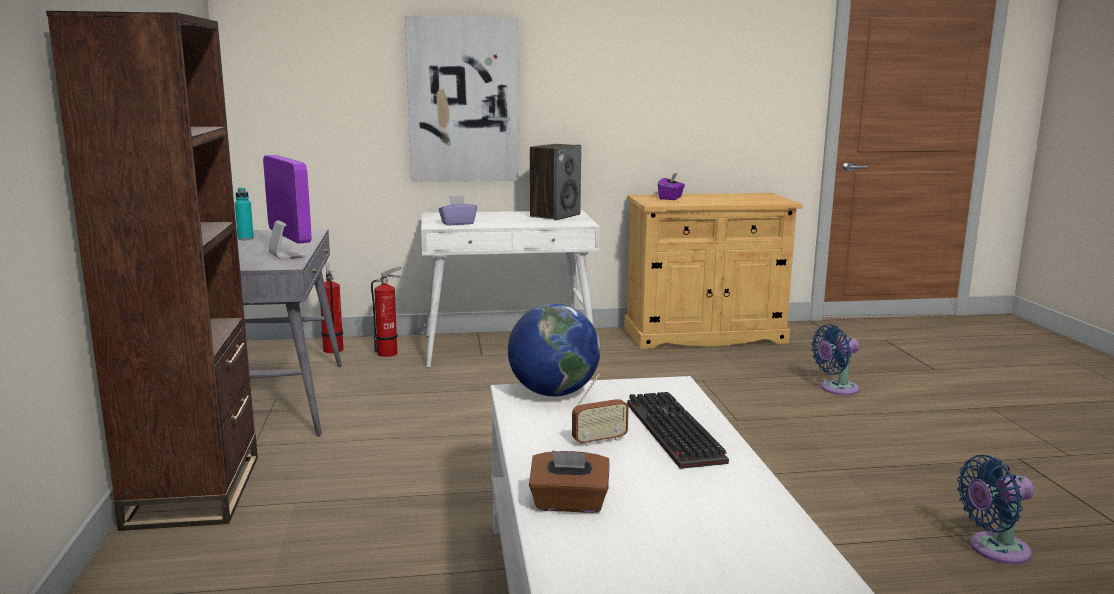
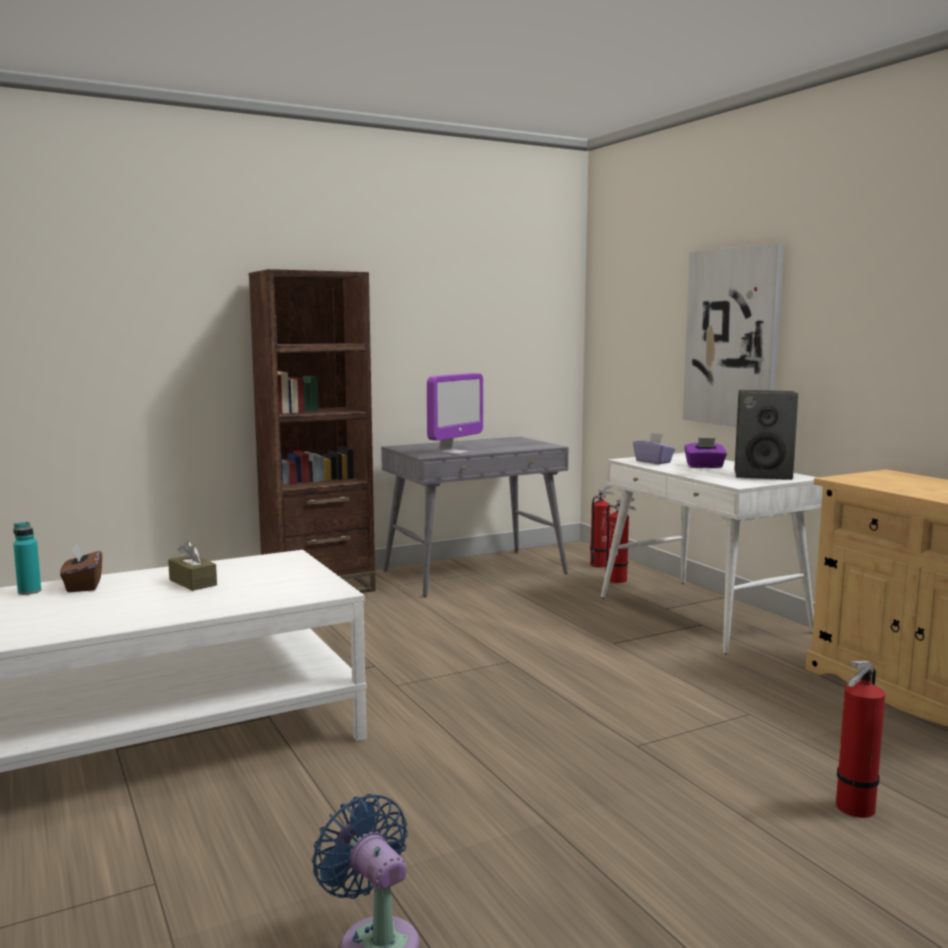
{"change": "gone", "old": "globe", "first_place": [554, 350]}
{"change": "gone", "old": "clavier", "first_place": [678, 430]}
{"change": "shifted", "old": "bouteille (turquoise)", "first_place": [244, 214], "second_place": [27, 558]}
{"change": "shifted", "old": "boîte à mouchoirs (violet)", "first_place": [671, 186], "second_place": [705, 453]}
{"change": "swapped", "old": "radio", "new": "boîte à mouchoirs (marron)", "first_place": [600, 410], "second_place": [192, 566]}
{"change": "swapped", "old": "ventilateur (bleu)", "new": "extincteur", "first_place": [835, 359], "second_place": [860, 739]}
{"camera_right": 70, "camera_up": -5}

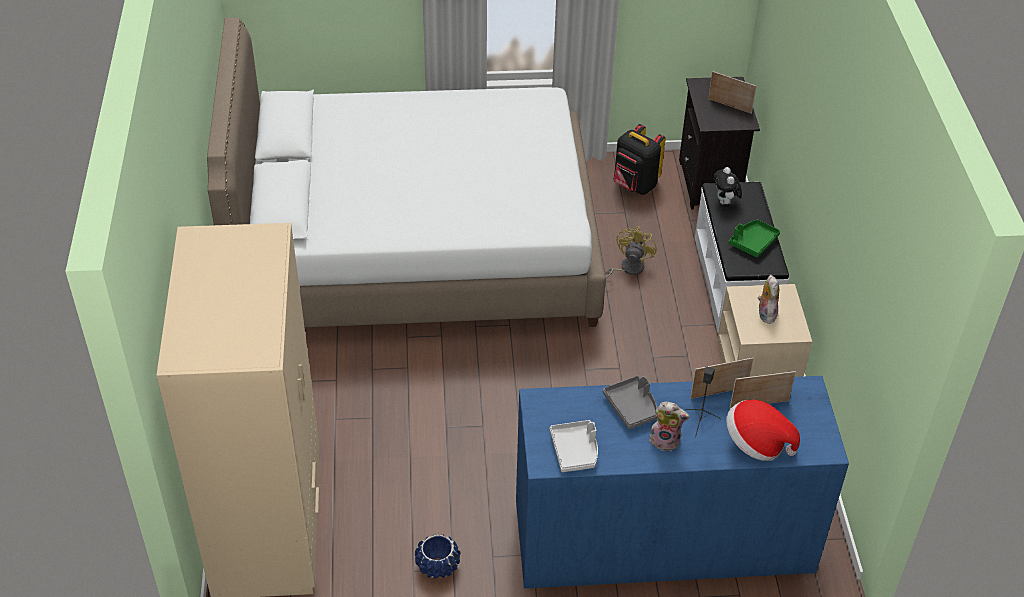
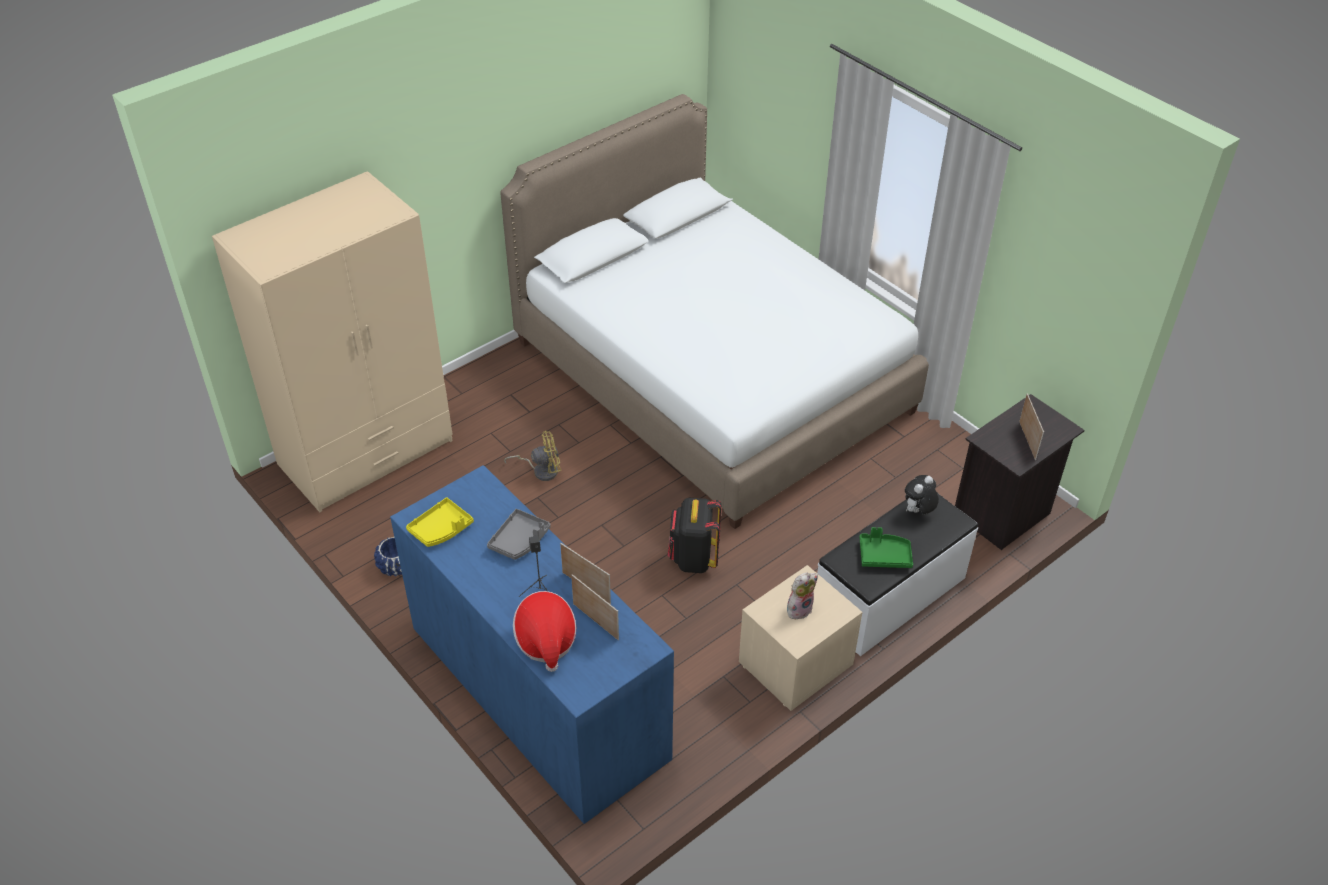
{"change": "gone", "old": "peluche", "first_place": [668, 426]}
{"change": "shifted", "old": "ventilateur (jaune)", "first_place": [631, 253], "second_place": [532, 456]}
{"change": "shifted", "old": "sac à dos (noir)", "first_place": [639, 159], "second_place": [694, 535]}
{"change": "repainted", "old": "plateau (gris)", "new": "plateau (jaune)", "first_place": [574, 446], "second_place": [440, 522]}
{"camera_right": 55, "camera_up": 0}

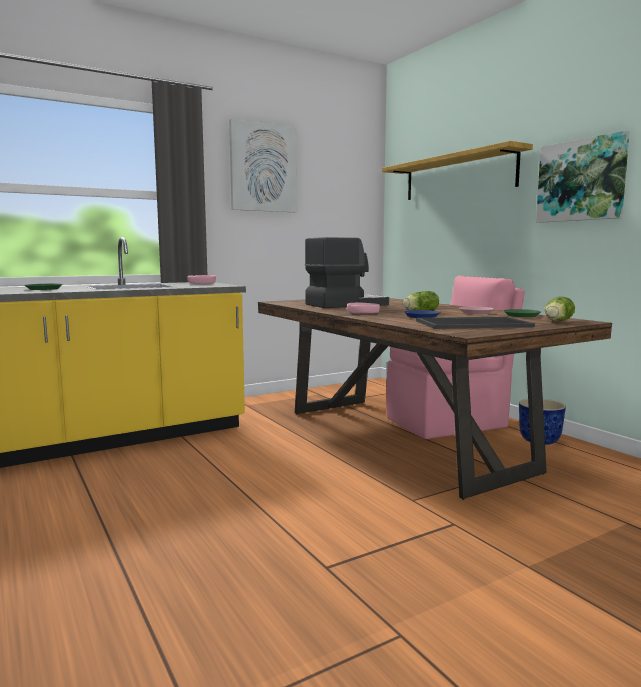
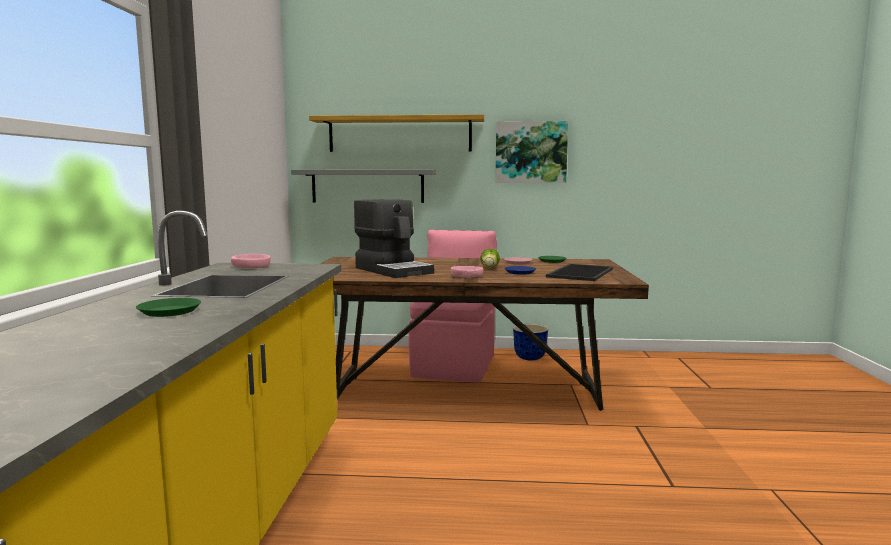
{"change": "gone", "old": "tableau", "first_place": [263, 165]}
{"change": "gone", "old": "laitue", "first_place": [560, 309]}
{"change": "new", "new": "étagère (gris)", "second_place": [363, 186]}
{"change": "rotated", "old": "machine à café", "first_place": [347, 272], "second_place": [394, 238], "degrees": 135}
{"camera_right": -55, "camera_up": 0}

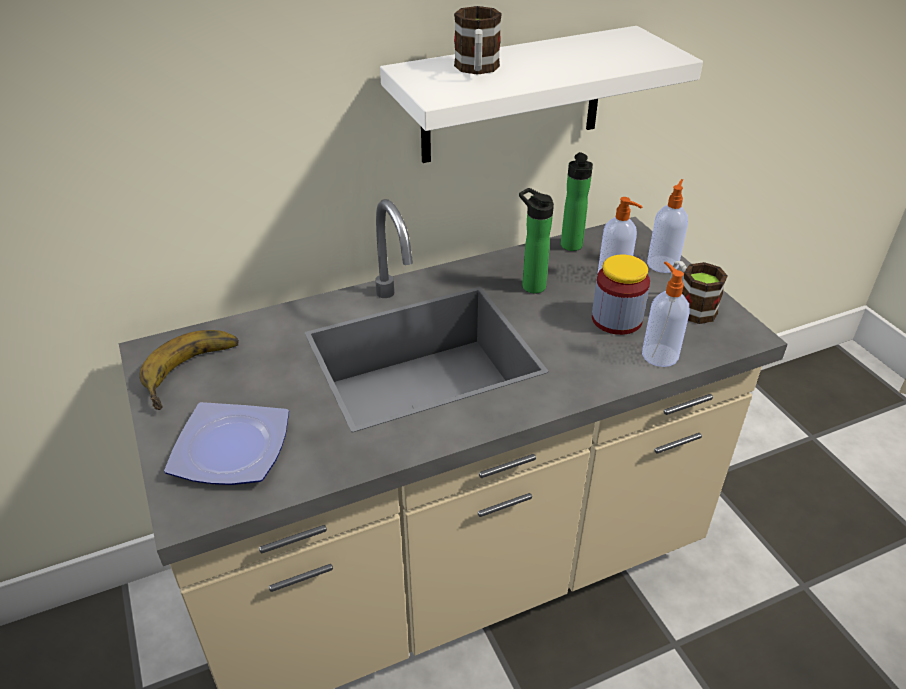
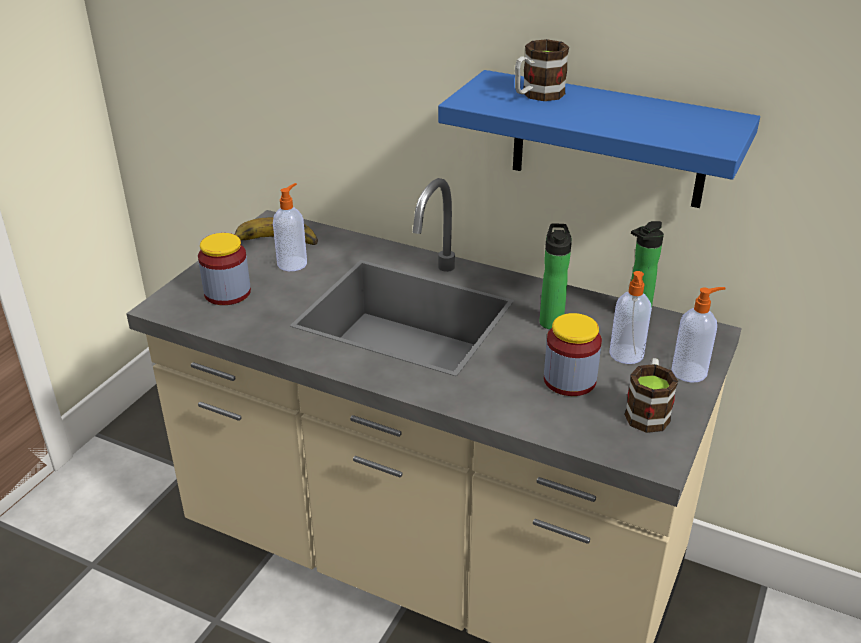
{"change": "shifted", "old": "distributeur de savon", "first_place": [665, 314], "second_place": [290, 227]}
{"change": "swapped", "old": "assiette", "new": "bocal", "first_place": [226, 443], "second_place": [224, 269]}
{"change": "repainted", "old": "étagère (blanc)", "new": "étagère (bleu)", "first_place": [541, 94], "second_place": [599, 139]}
{"camera_right": 50, "camera_up": -5}

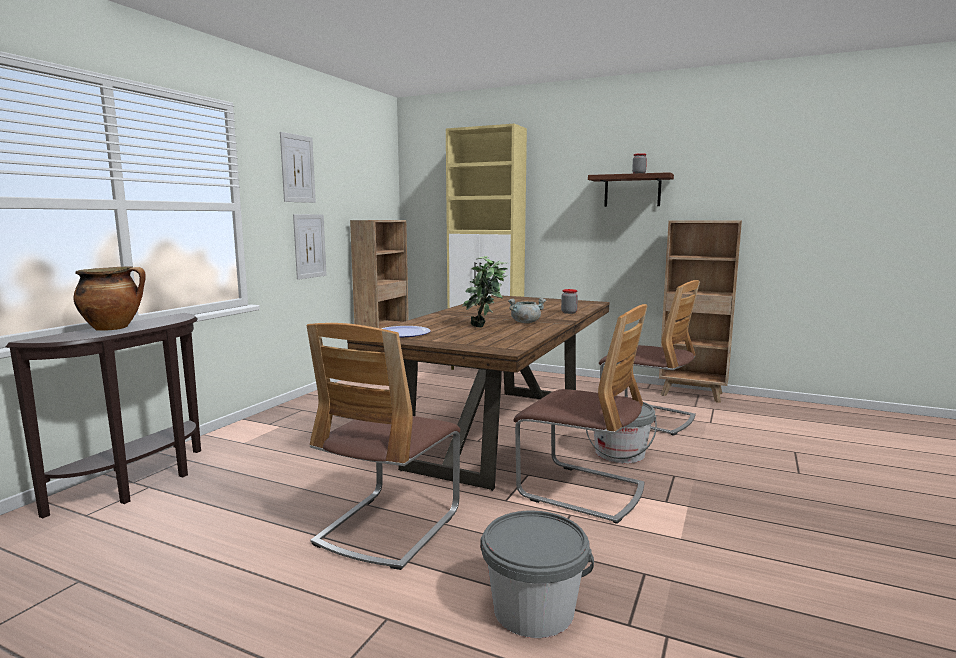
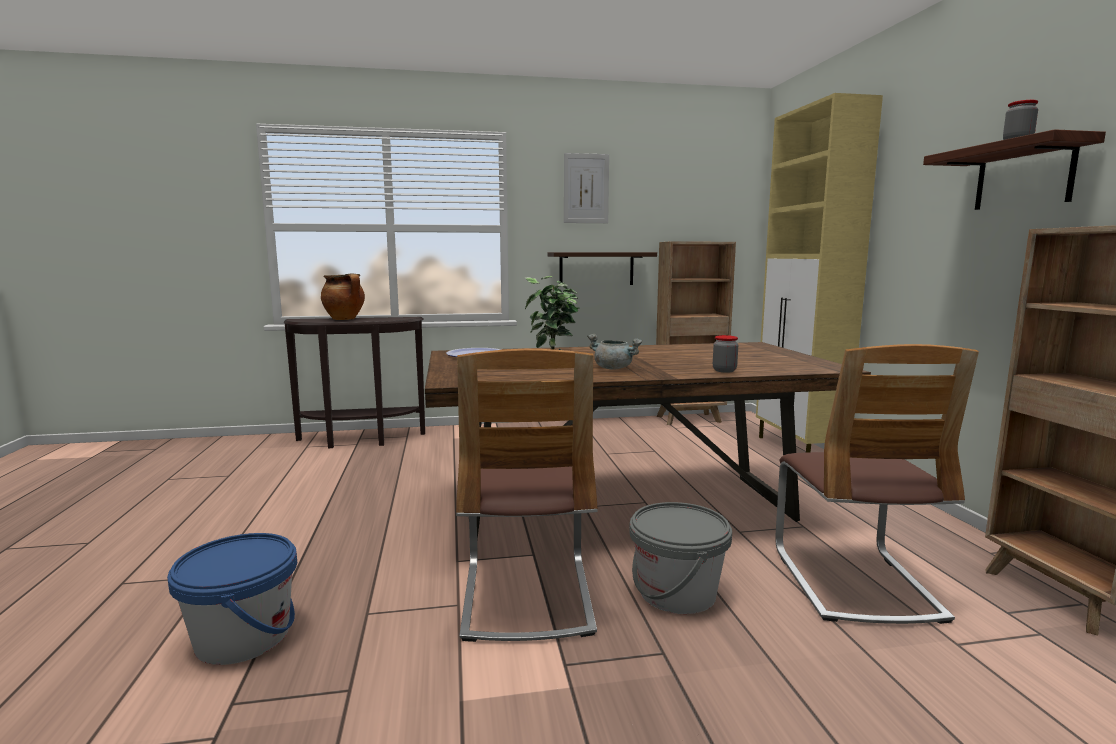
{"change": "gone", "old": "chaise", "first_place": [384, 446]}
{"change": "swapped", "old": "tableau", "new": "étagère", "first_place": [310, 247], "second_place": [602, 268]}
{"change": "repainted", "old": "seau (gris)", "new": "seau (bleu)", "first_place": [537, 574], "second_place": [232, 599]}
{"camera_right": 55, "camera_up": 0}

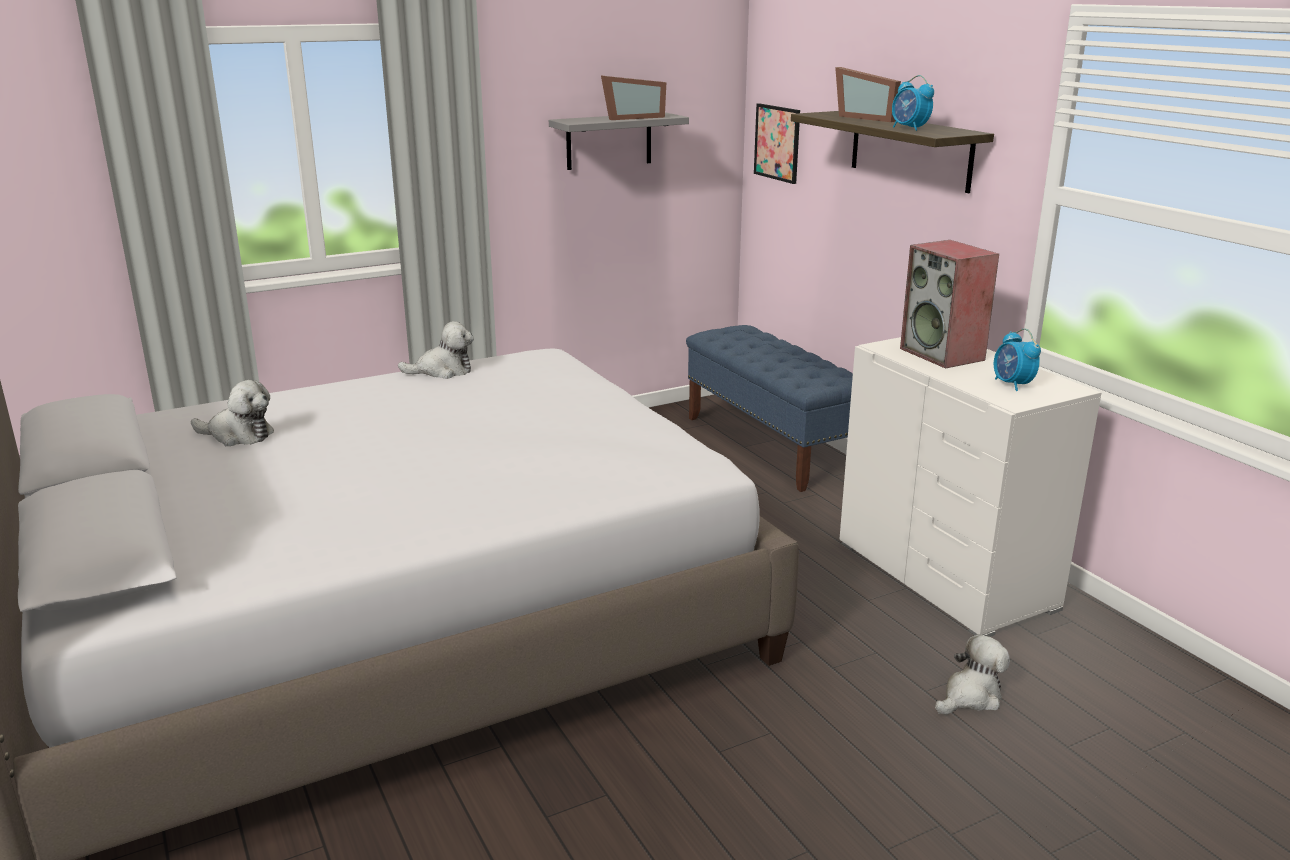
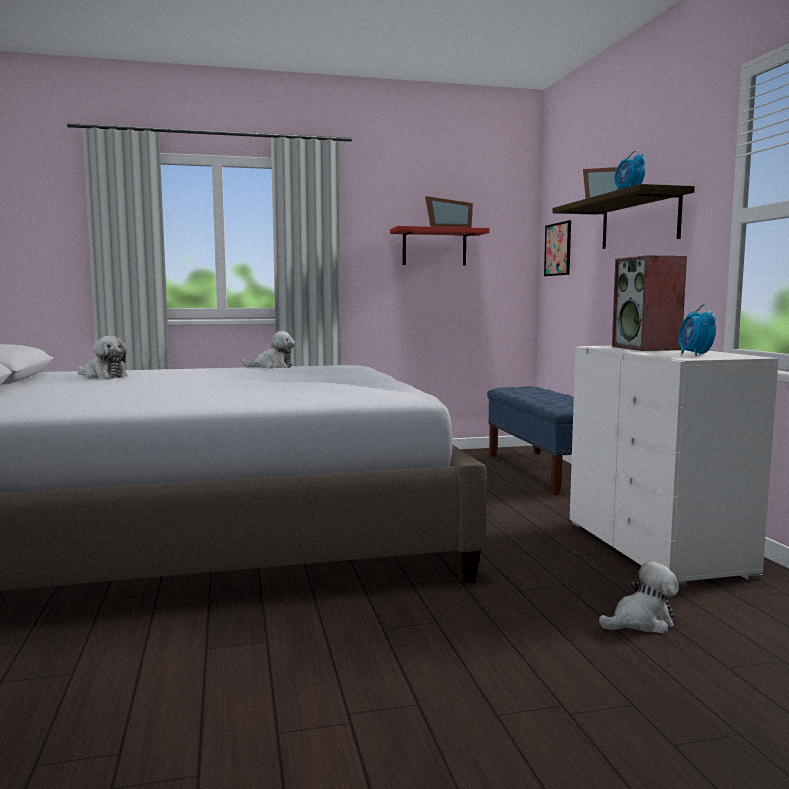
{"change": "repainted", "old": "étagère (gris)", "new": "étagère (rouge)", "first_place": [619, 141], "second_place": [440, 246]}
{"camera_right": 15, "camera_up": -15}

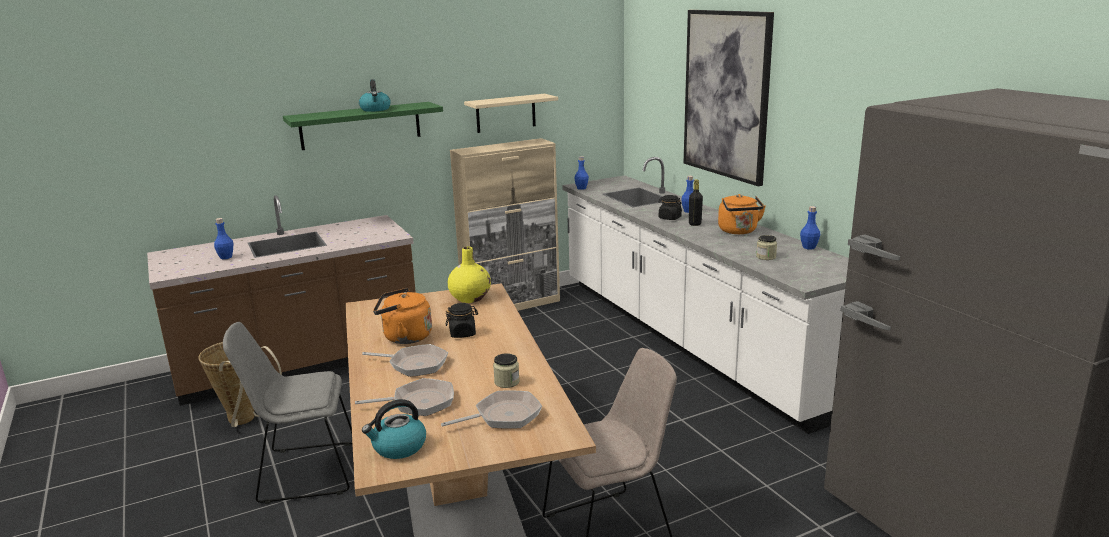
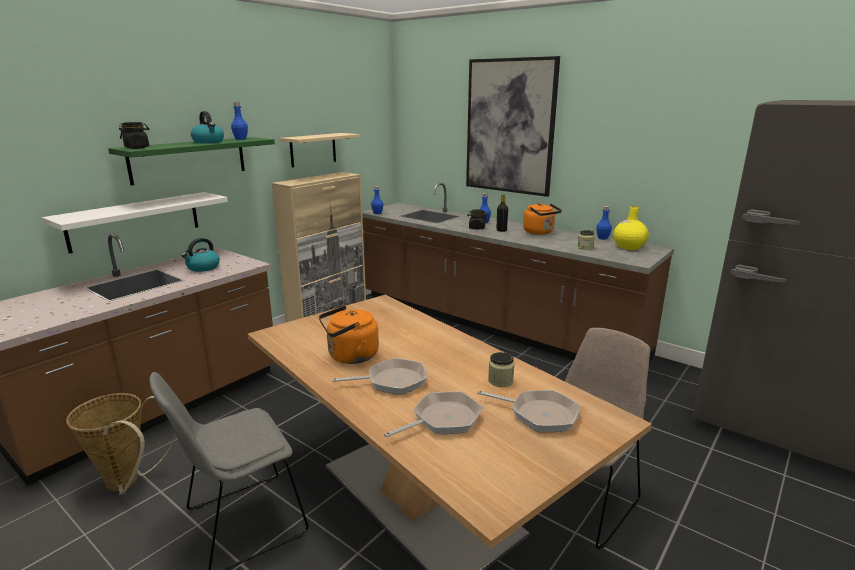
{"change": "new", "new": "étagère (blanc)", "second_place": [135, 223]}
{"change": "shifted", "old": "bouteille (bleu)", "first_place": [223, 238], "second_place": [239, 121]}
{"change": "shifted", "old": "bouilloire", "first_place": [394, 429], "second_place": [200, 255]}
{"change": "shifted", "old": "bocal (noir)", "first_place": [462, 320], "second_place": [134, 135]}
{"change": "shifted", "old": "vase (jaune)", "first_place": [469, 274], "second_place": [631, 228]}
{"change": "repainted", "old": "comptoir de cuisine (blanc)", "new": "comptoir de cuisine (marron)", "first_place": [705, 295], "second_place": [518, 273]}
{"change": "rotated", "old": "poêle", "first_place": [491, 410], "second_place": [528, 411], "degrees": 75}
{"camera_right": -25, "camera_up": 0}

